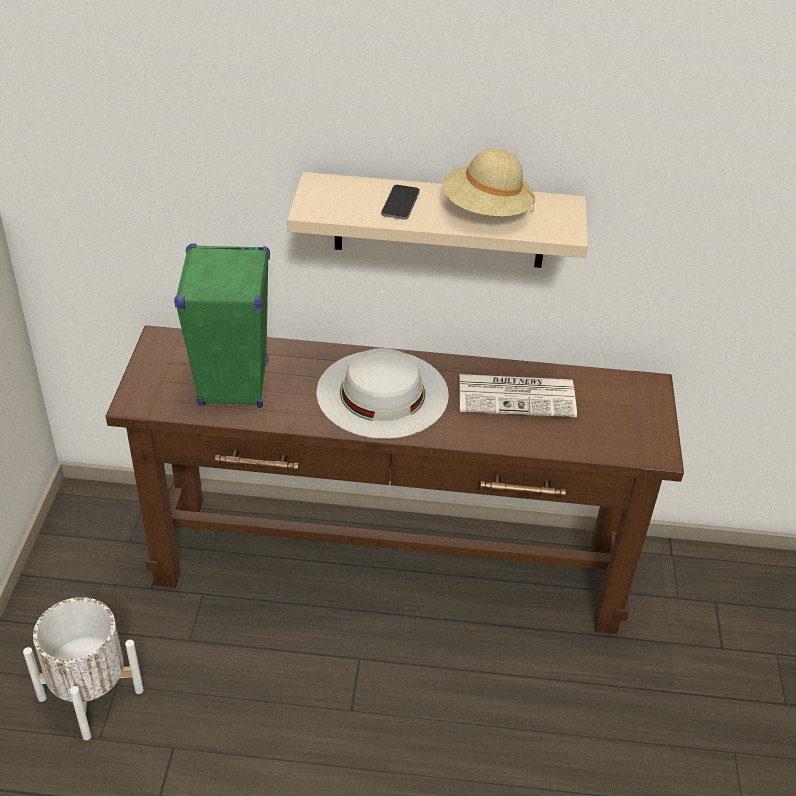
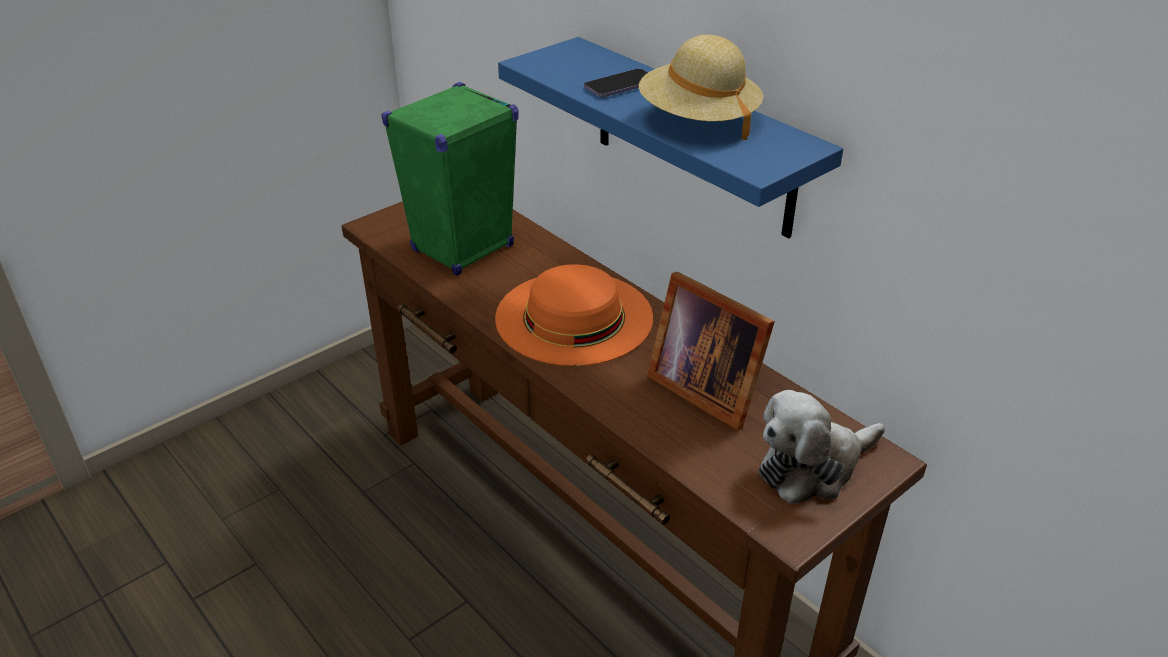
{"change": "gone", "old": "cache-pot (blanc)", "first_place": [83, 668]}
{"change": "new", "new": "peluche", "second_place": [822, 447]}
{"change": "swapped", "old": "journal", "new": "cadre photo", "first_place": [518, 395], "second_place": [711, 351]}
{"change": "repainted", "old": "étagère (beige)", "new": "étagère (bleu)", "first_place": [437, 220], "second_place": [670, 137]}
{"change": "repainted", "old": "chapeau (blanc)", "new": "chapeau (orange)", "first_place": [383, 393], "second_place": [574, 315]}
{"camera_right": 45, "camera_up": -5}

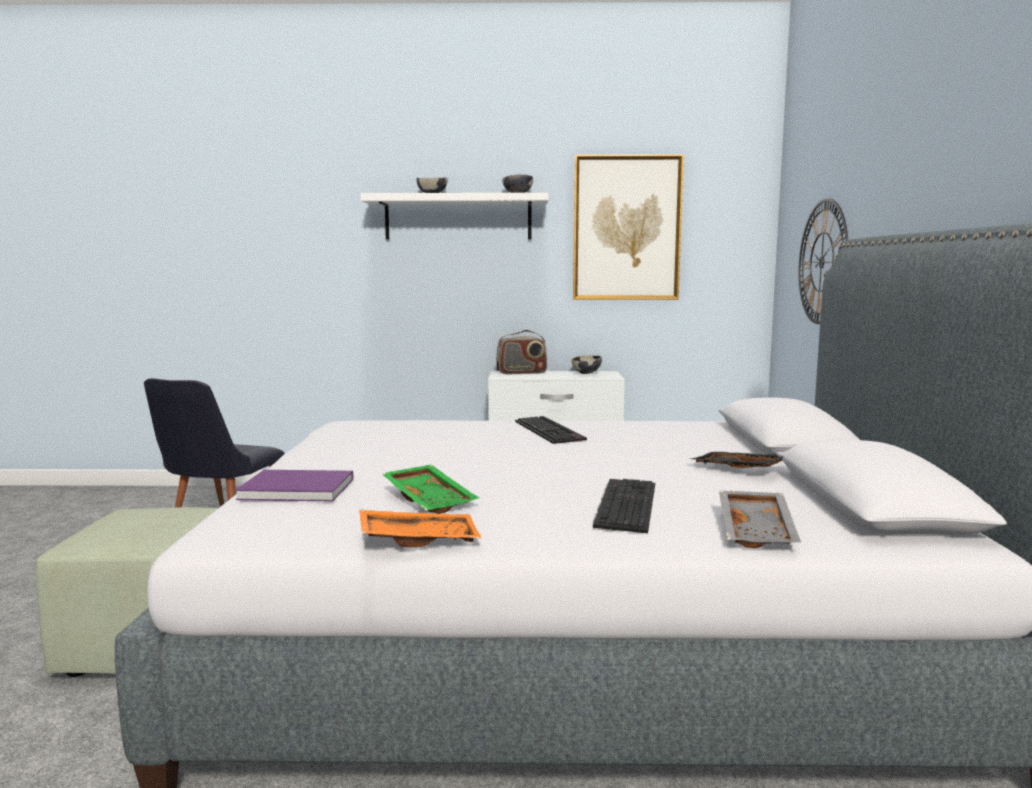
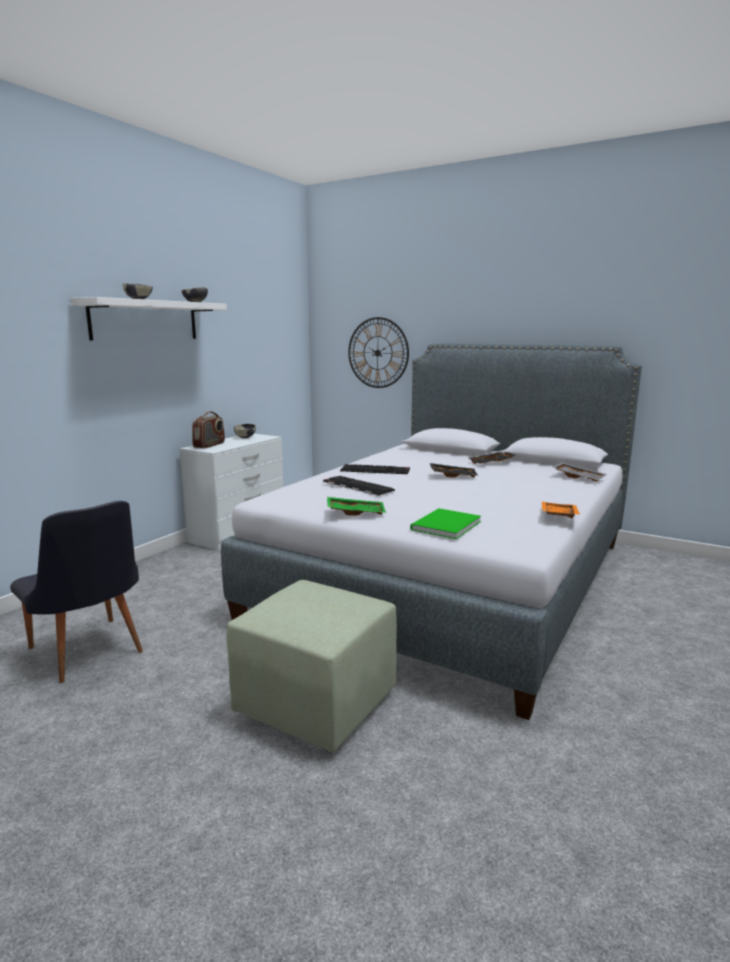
{"change": "gone", "old": "tableau", "first_place": [628, 227]}
{"change": "new", "new": "plateau (noir)", "second_place": [454, 470]}
{"change": "shifted", "old": "plateau (vert)", "first_place": [430, 489], "second_place": [356, 506]}
{"change": "shifted", "old": "clavier", "first_place": [624, 506], "second_place": [359, 486]}
{"change": "repainted", "old": "livre (violet)", "new": "livre (vert)", "first_place": [294, 485], "second_place": [445, 523]}
{"camera_right": -60, "camera_up": 5}

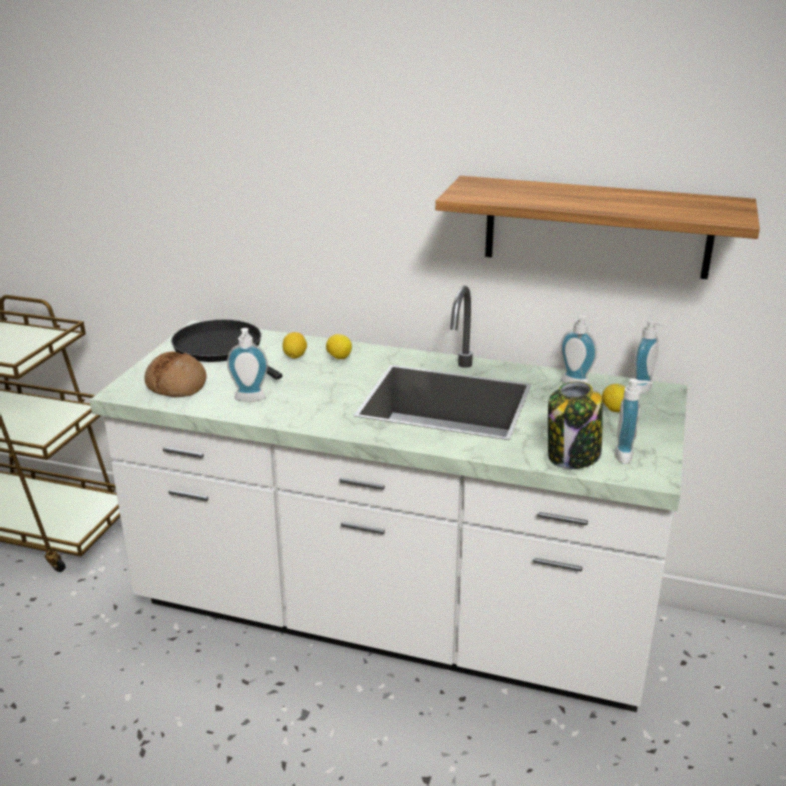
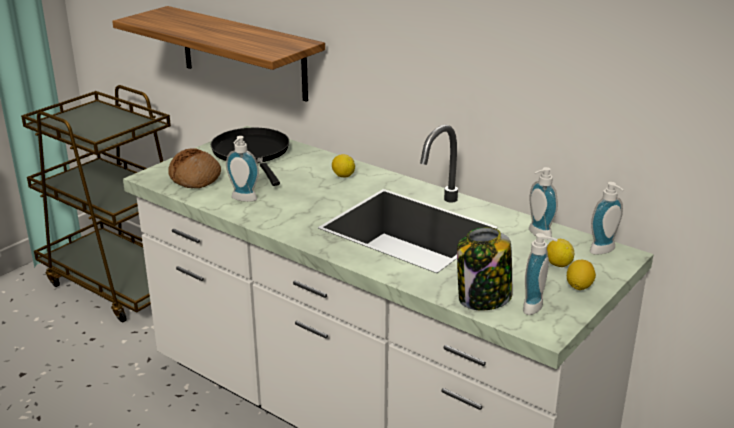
{"change": "shifted", "old": "citron", "first_place": [294, 345], "second_place": [581, 275]}
{"change": "shifted", "old": "étagère", "first_place": [597, 227], "second_place": [218, 54]}
{"camera_right": 20, "camera_up": 0}

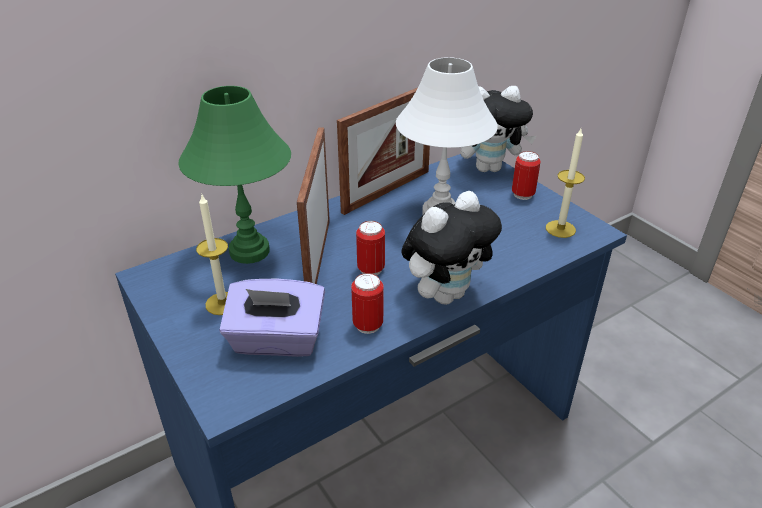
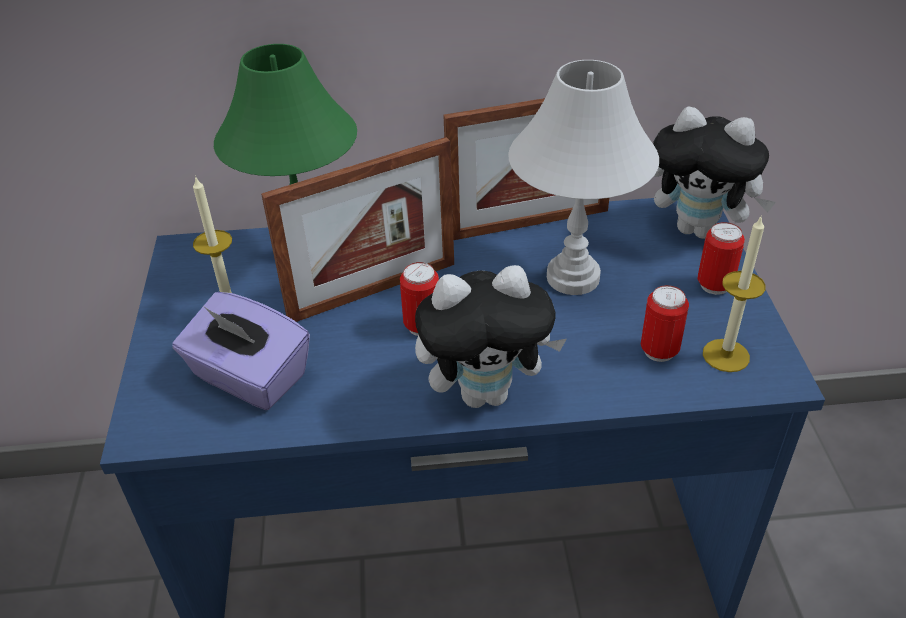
{"change": "shifted", "old": "boîte métallique", "first_place": [367, 303], "second_place": [665, 323]}
{"change": "rotated", "old": "cadre photo", "first_place": [313, 206], "second_place": [357, 229], "degrees": -150}
{"camera_right": 30, "camera_up": 5}

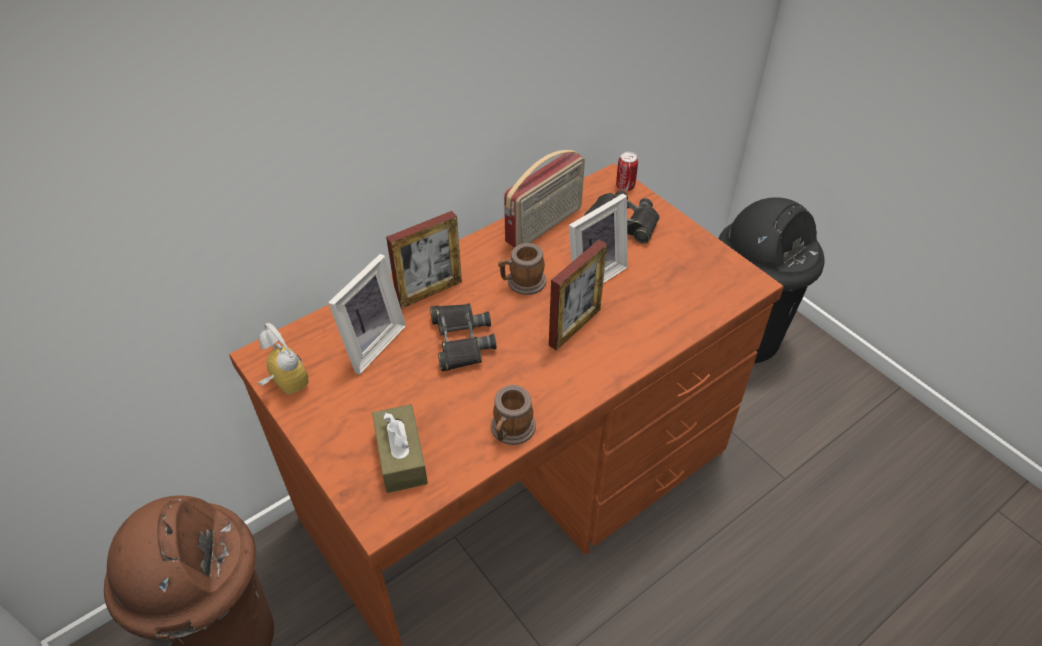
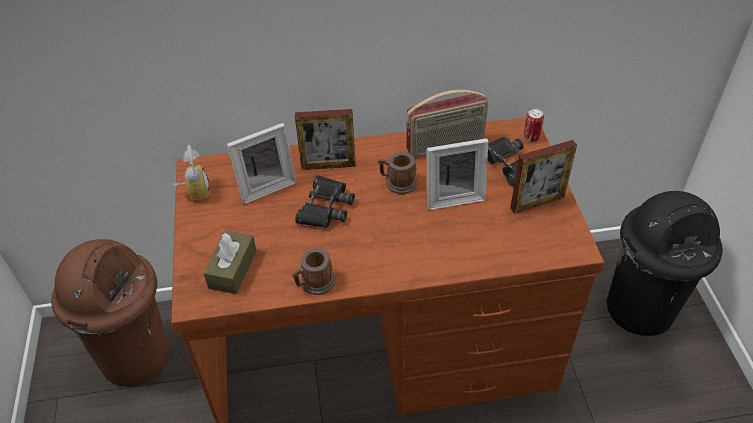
{"change": "shifted", "old": "cadre photo", "first_place": [578, 295], "second_place": [543, 176]}
{"camera_right": 30, "camera_up": 0}

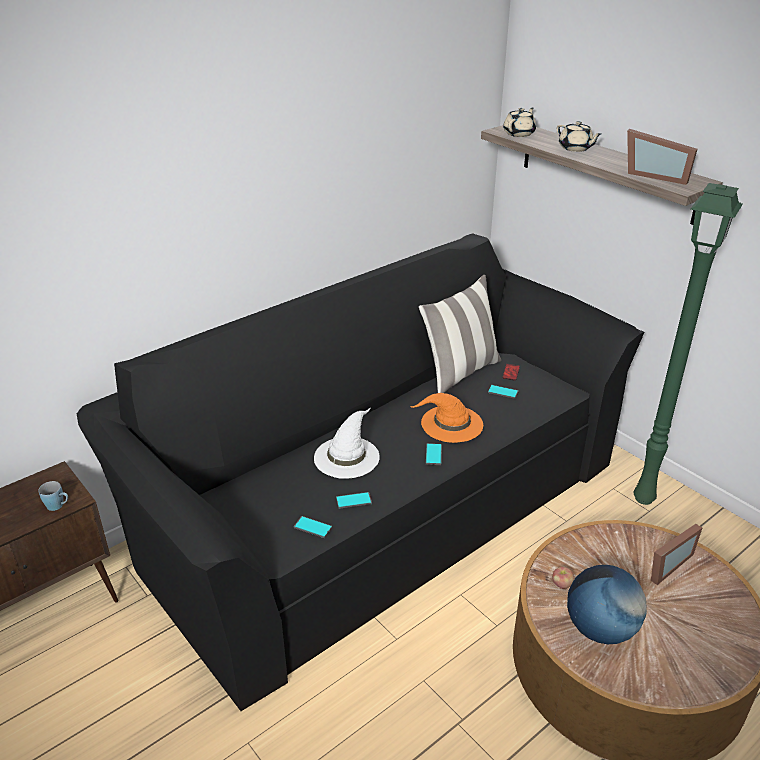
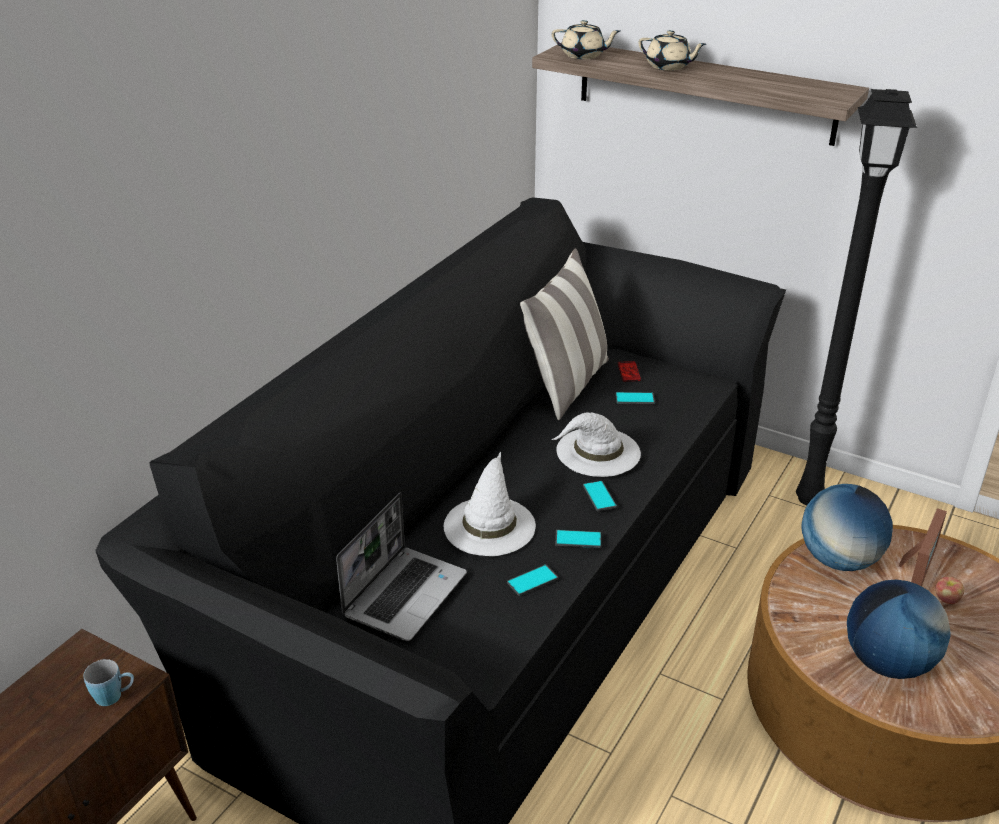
{"change": "gone", "old": "cadre photo", "first_place": [662, 157]}
{"change": "new", "new": "ordinateur portable", "second_place": [401, 567]}
{"change": "new", "new": "globe", "second_place": [847, 527]}
{"change": "shifted", "old": "téléphone", "first_place": [313, 527], "second_place": [578, 539]}
{"change": "shifted", "old": "pomme", "first_place": [563, 578], "second_place": [949, 590]}
{"change": "repainted", "old": "chapeau (orange)", "new": "chapeau (blanc)", "first_place": [447, 418], "second_place": [596, 444]}
{"change": "repainted", "old": "lampadaire (vert)", "new": "lampadaire (noir)", "first_place": [688, 344], "second_place": [856, 297]}
{"change": "rotated", "old": "théière (beige)", "first_place": [519, 122], "second_place": [586, 39], "degrees": 90}
{"camera_right": -20, "camera_up": 0}

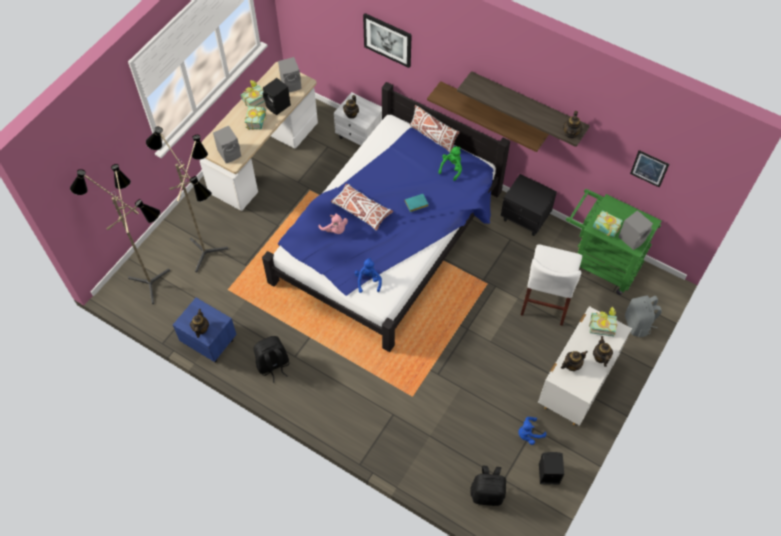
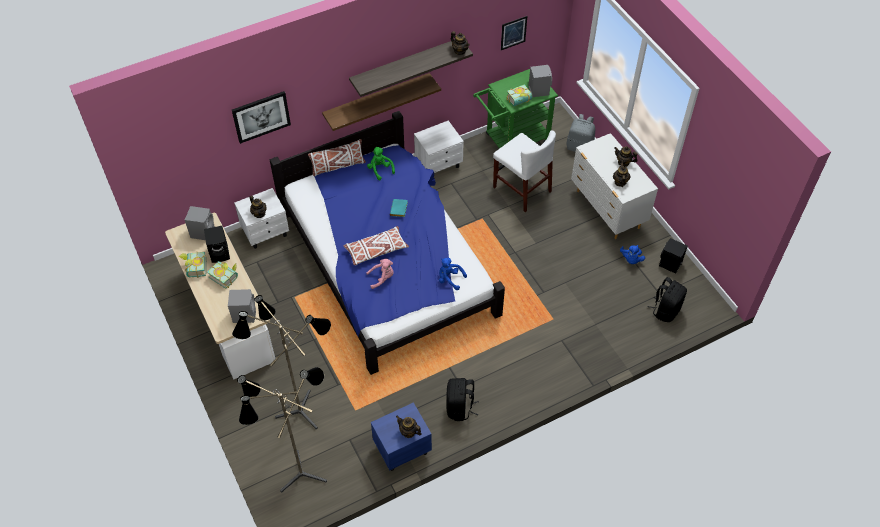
{"change": "gone", "old": "livre", "first_place": [603, 321]}
{"change": "repainted", "old": "table de chevet (noir)", "new": "table de chevet (blanc)", "first_place": [529, 205], "second_place": [439, 146]}
{"camera_right": -60, "camera_up": -5}

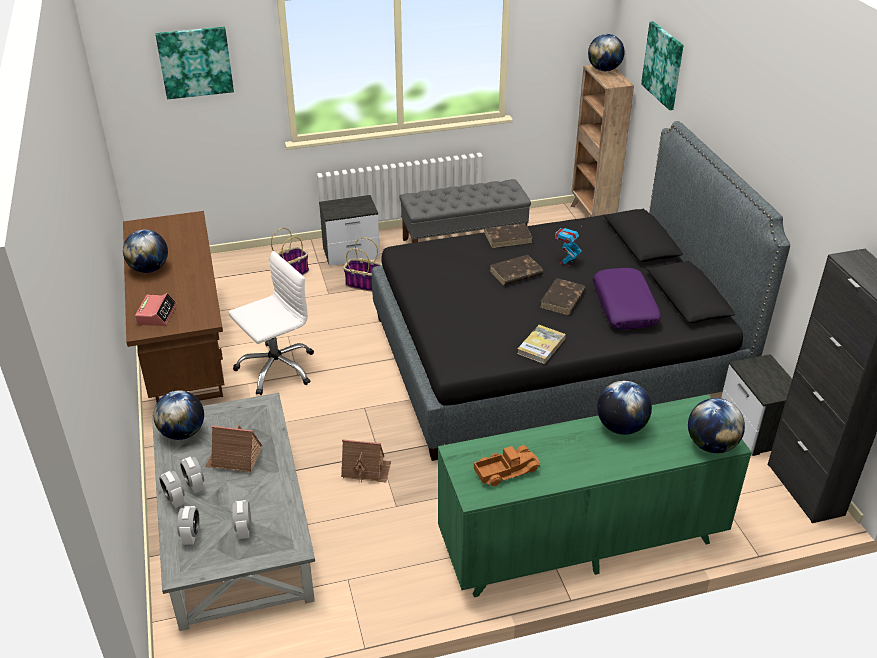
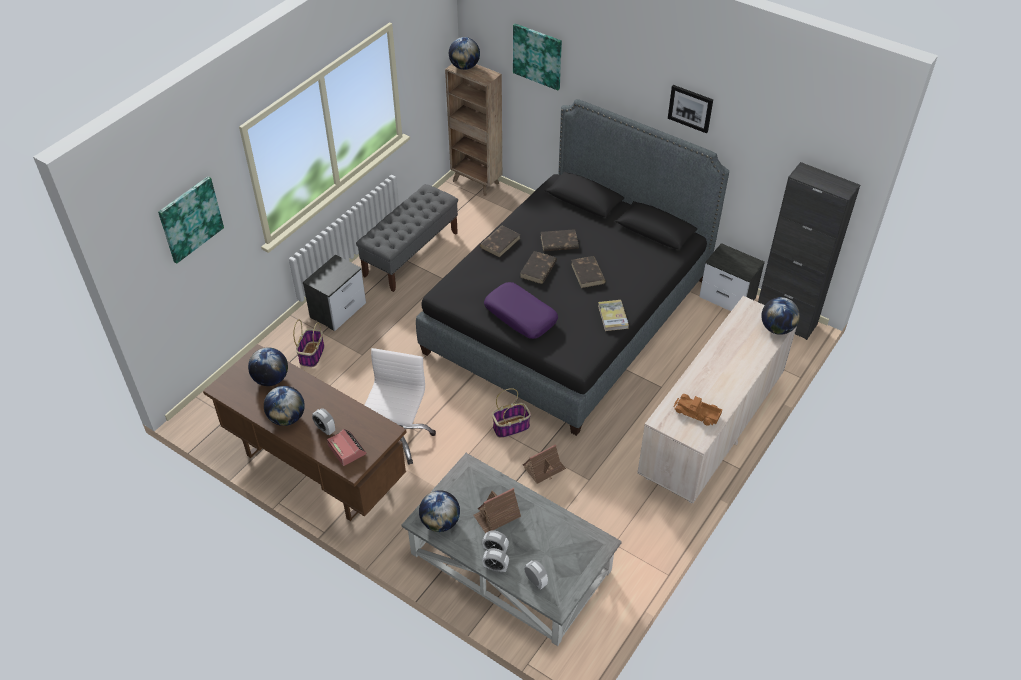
{"change": "new", "new": "tableau", "second_place": [690, 109]}
{"change": "shifted", "old": "réveil", "first_place": [241, 519], "second_place": [323, 421]}
{"change": "shifted", "old": "panier", "first_place": [362, 264], "second_place": [511, 413]}
{"change": "shifted", "old": "coussin (violet)", "first_place": [627, 298], "second_place": [521, 310]}
{"change": "shifted", "old": "globe", "first_place": [624, 408], "second_place": [268, 366]}
{"change": "swapped", "old": "robot jouet", "new": "livre (marron)", "first_place": [568, 246], "second_place": [560, 240]}
{"change": "repainted", "old": "commode (vert)", "new": "commode (beige)", "first_place": [595, 495], "second_place": [717, 400]}
{"change": "rotated", "old": "camion jouet", "first_place": [507, 465], "second_place": [698, 410], "degrees": -90}
{"camera_right": -40, "camera_up": 10}

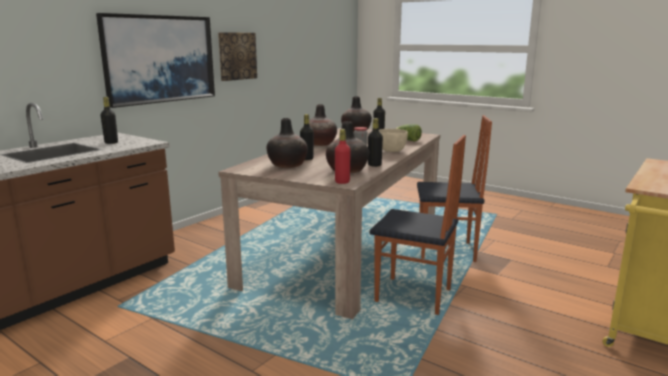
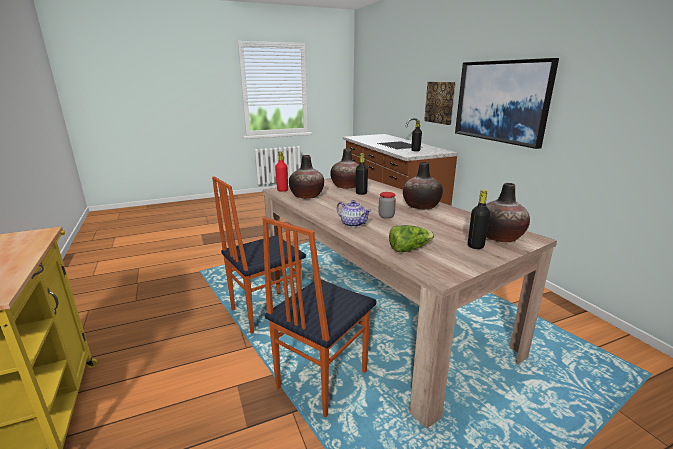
{"change": "gone", "old": "bouteille (noir)", "first_place": [375, 142]}
{"change": "shifted", "old": "tableau", "first_place": [237, 56], "second_place": [440, 103]}
{"change": "swapped", "old": "bol (beige)", "new": "théière", "first_place": [393, 140], "second_place": [353, 213]}
{"camera_right": 120, "camera_up": 5}

